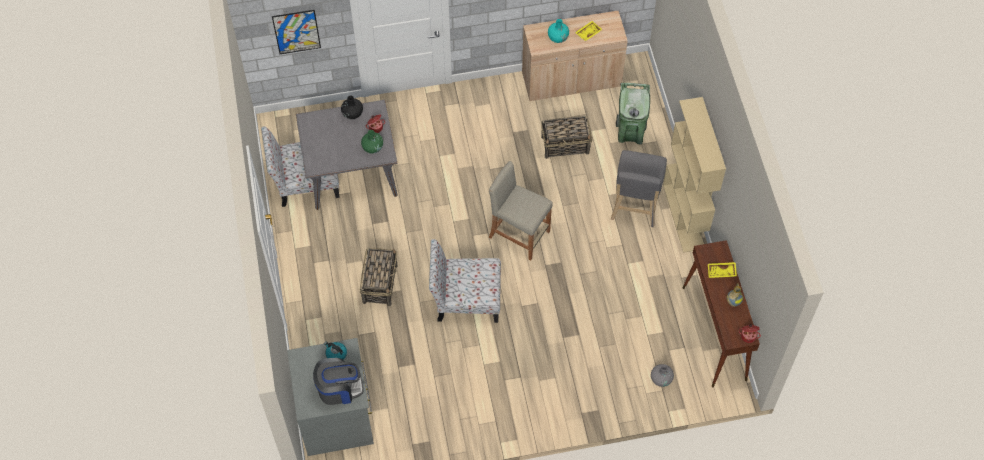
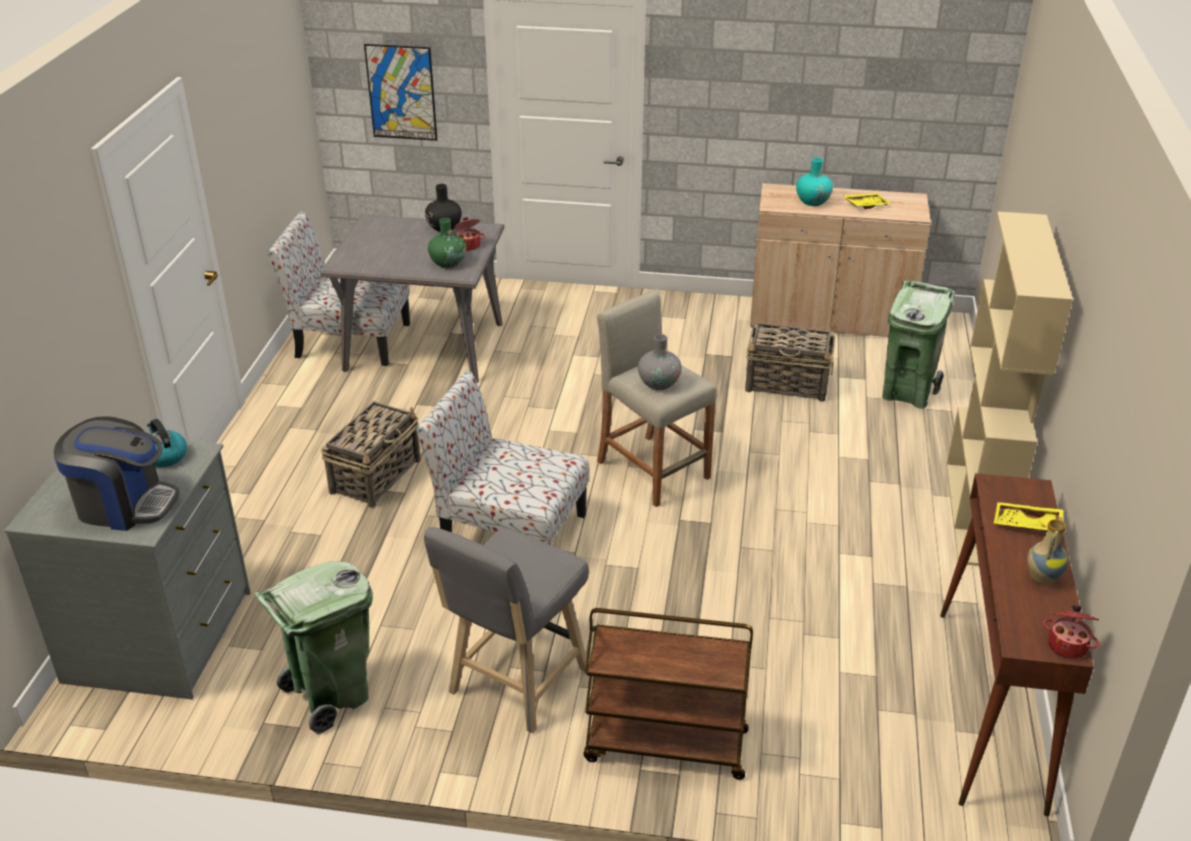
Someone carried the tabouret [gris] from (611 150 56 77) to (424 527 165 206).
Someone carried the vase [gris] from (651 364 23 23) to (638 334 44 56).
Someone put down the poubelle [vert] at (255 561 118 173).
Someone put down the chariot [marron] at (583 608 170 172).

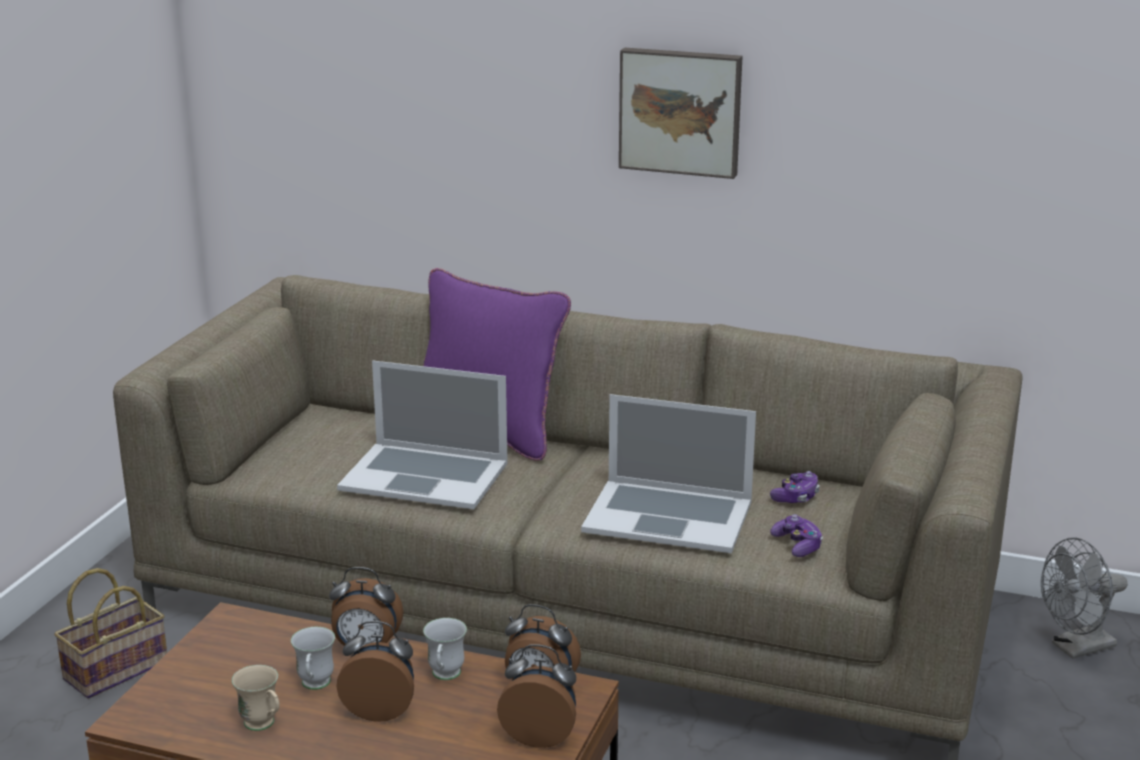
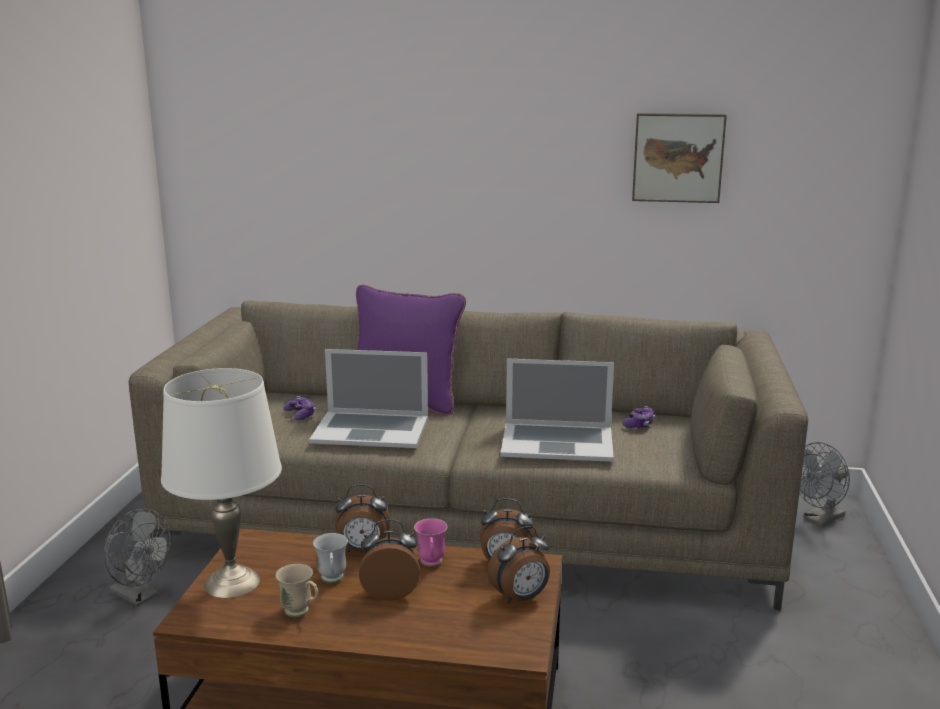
Someone carried the tableau from (619 48 123 131) to (632 113 95 90).
Someone carried the manette from (770 514 53 43) to (283 396 33 24).
Someone swapped the panier at (54 568 113 131) for the ventilateur [gris] at (104 509 67 97).
Someone repainted the mug [blanc] at (423 618 44 62), which became the mug [rose] at (414 518 34 49).
Someone rotated the réveil at (497 644 79 104) by 150 degrees clockwise.
Someone put down the lampe de table [blanc] at (161 368 121 230).

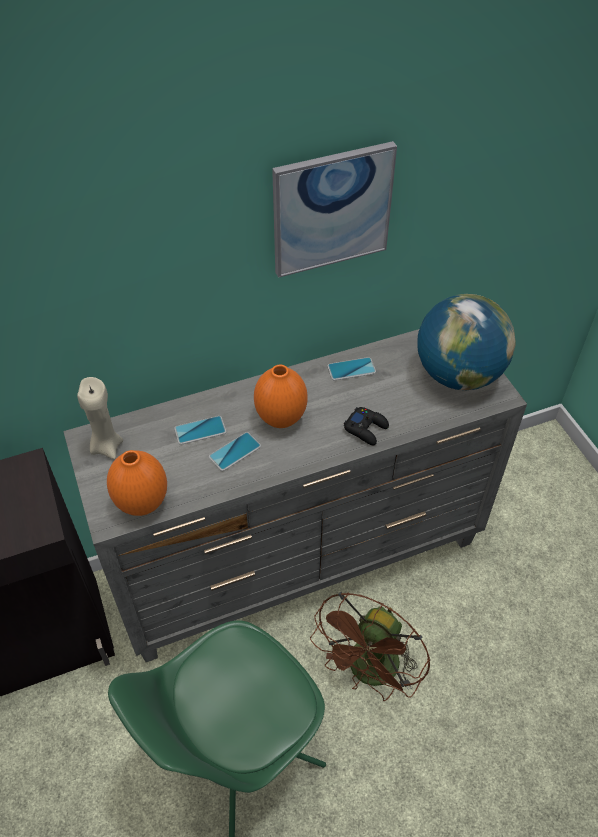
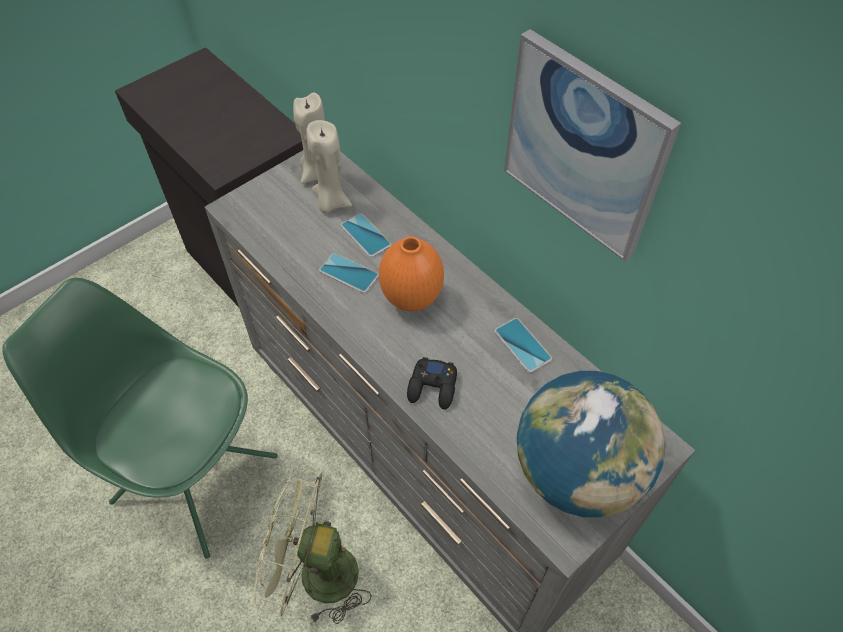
Someone took away the vase [orange] at (107 450 60 66).
Someone repainted the ventilateur [marron] at (310 592 120 109), which became the ventilateur [vert] at (254 468 118 156).
Someone put down the bougie [beige] at (306 120 46 93).

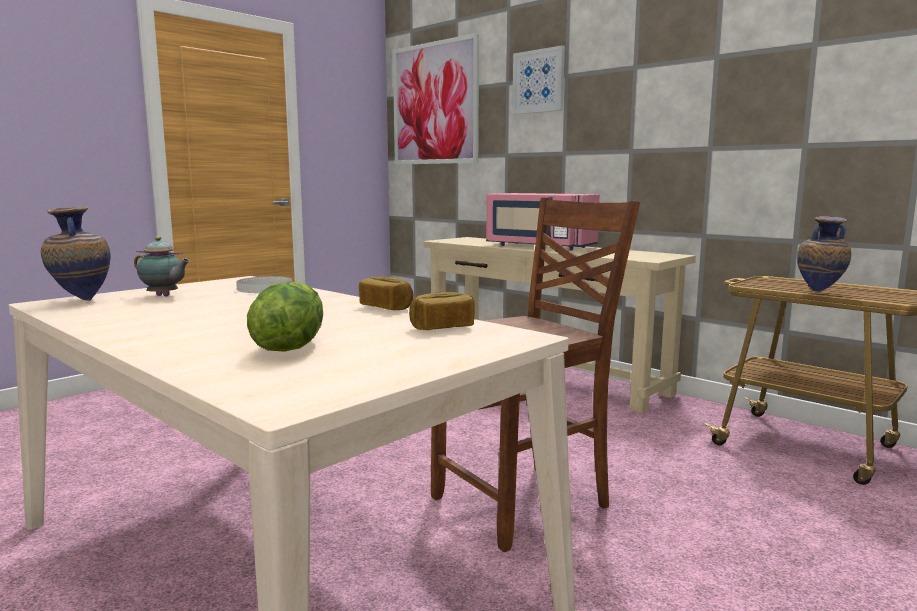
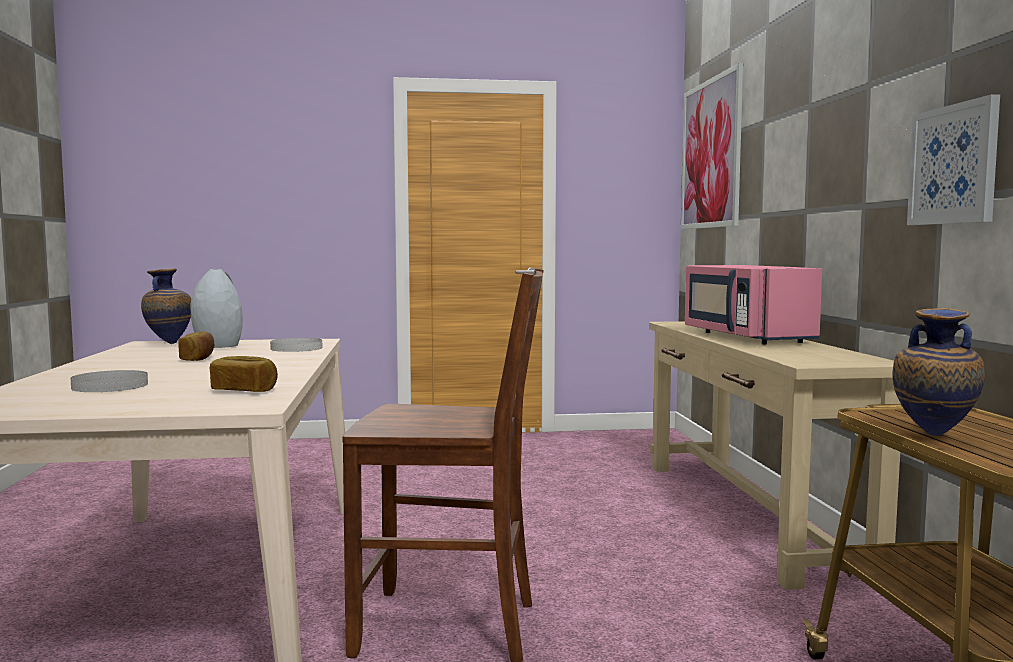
Someone carried the tableau from (512 45 53 69) to (907 94 93 131).
Someone swapped the théière at (134 236 56 60) for the vase [gris] at (190 269 53 79).
Someone carried the pain from (359 277 54 33) to (179 331 35 30).
Someone swapped the laitue at (247 282 76 70) for the assiette [blanc] at (71 370 77 22).

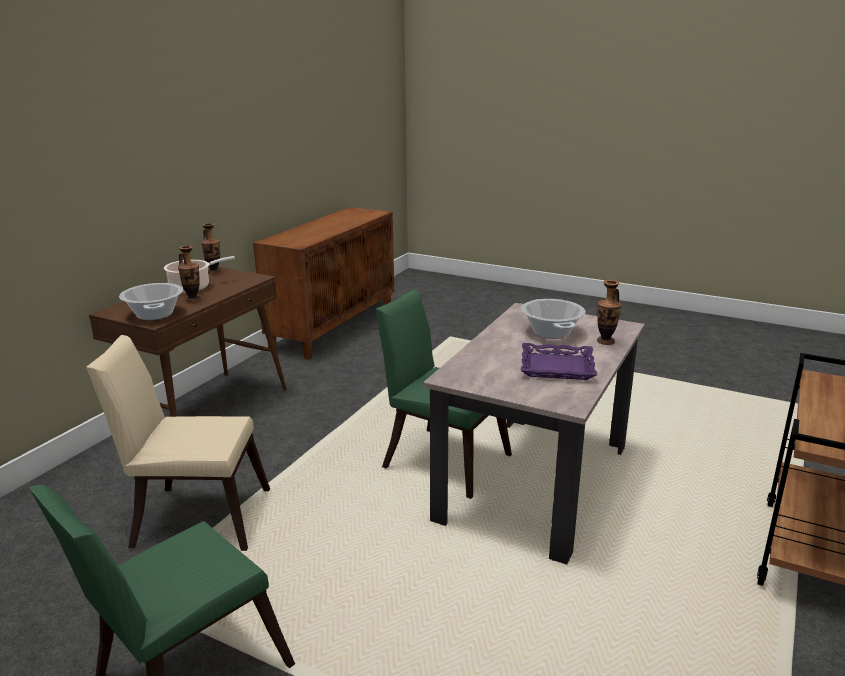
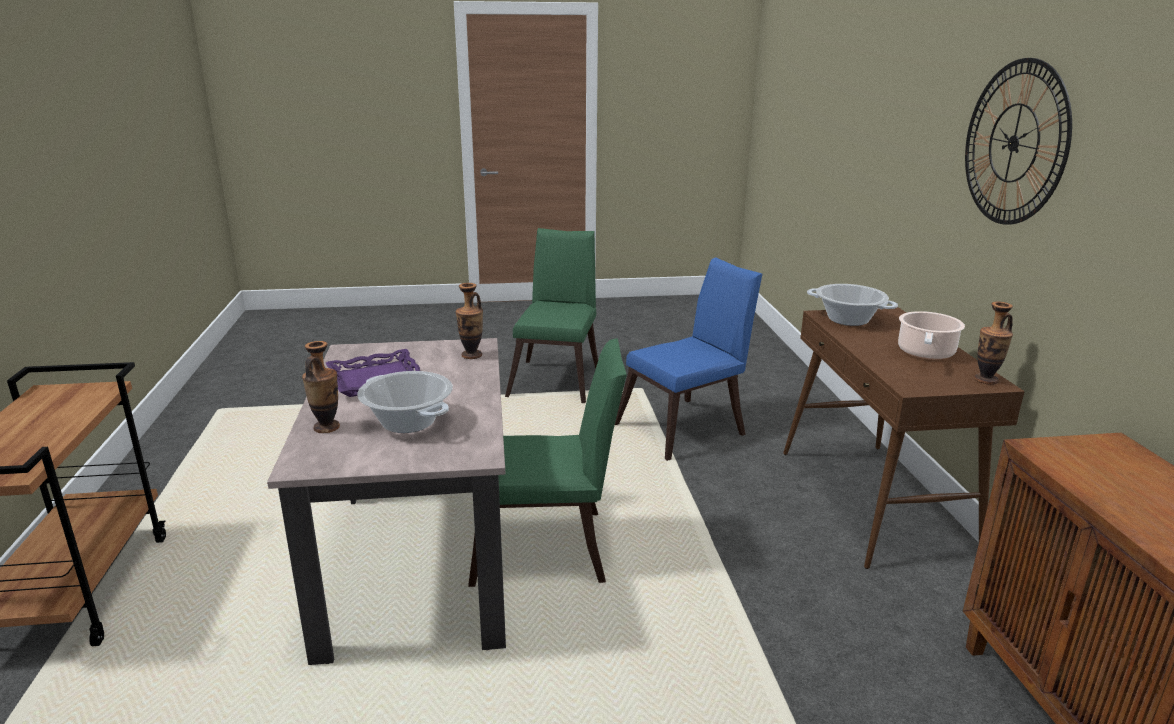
Someone carried the vase from (178 246 23 56) to (456 283 27 76).
Someone repainted the chaise [beige] at (86 335 184 216), which became the chaise [bleu] at (615 258 147 203).
Someone put up the horloge murale at (965 58 107 167).

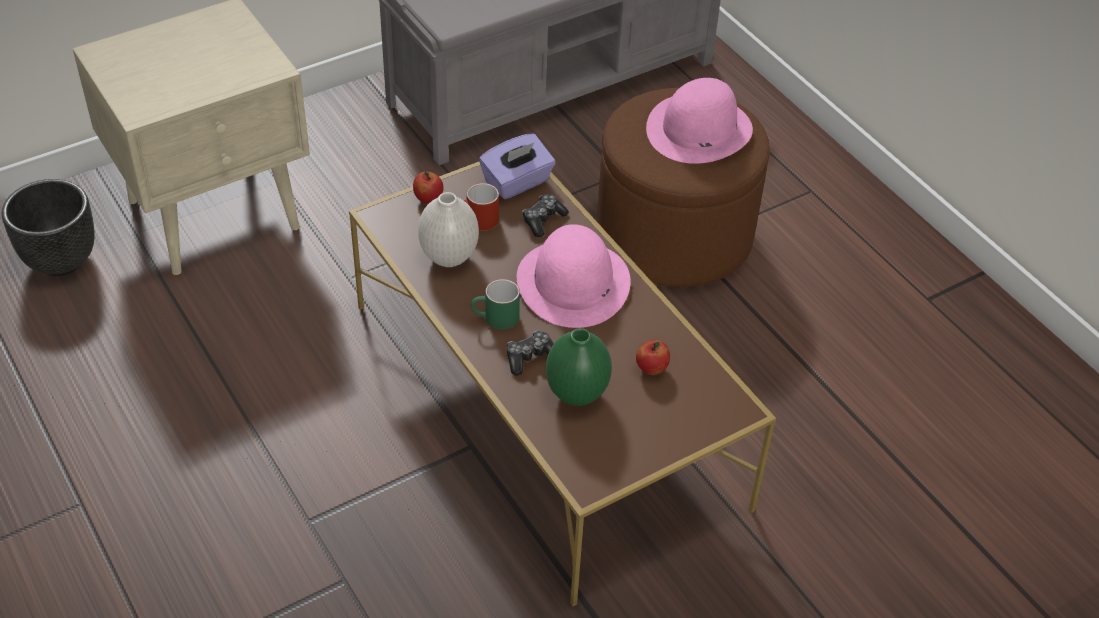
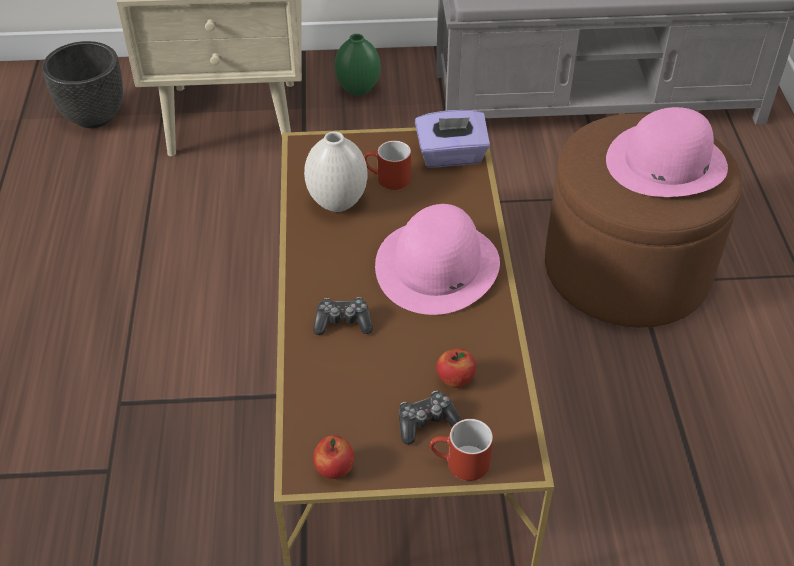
Someone carried the pomme from (413 171 31 33) to (313 435 41 44).
Someone carried the manette from (522 194 47 43) to (399 391 63 54).
Someone took away the mug [vert] at (470 279 50 51).
Someone carried the vase [vert] from (546 328 66 78) to (335 34 45 62).
Someone put down the mug [rouge] at (430 419 63 62).

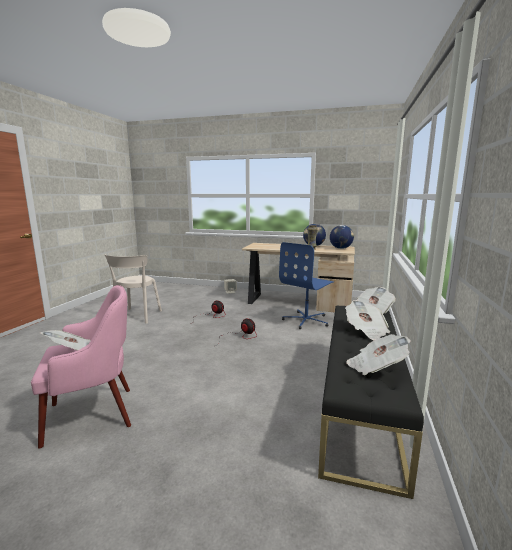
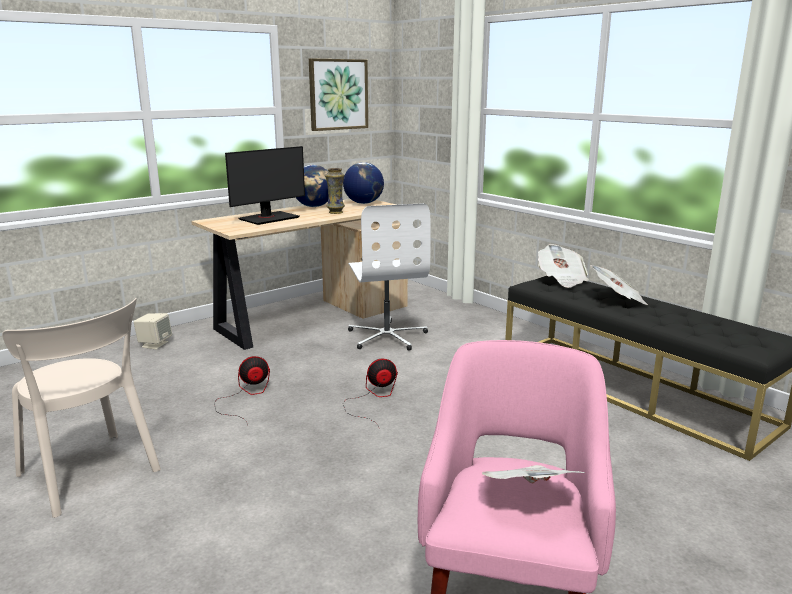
Someone repainted the chaise de bureau [bleu] at (279 242 55 87), which became the chaise de bureau [blanc] at (348 203 82 148).
Someone took away the journal at (346 334 65 41).
Someone put up the tableau at (309 58 59 73).
Someone put down the écran d'ordinateur at (225 146 80 79).

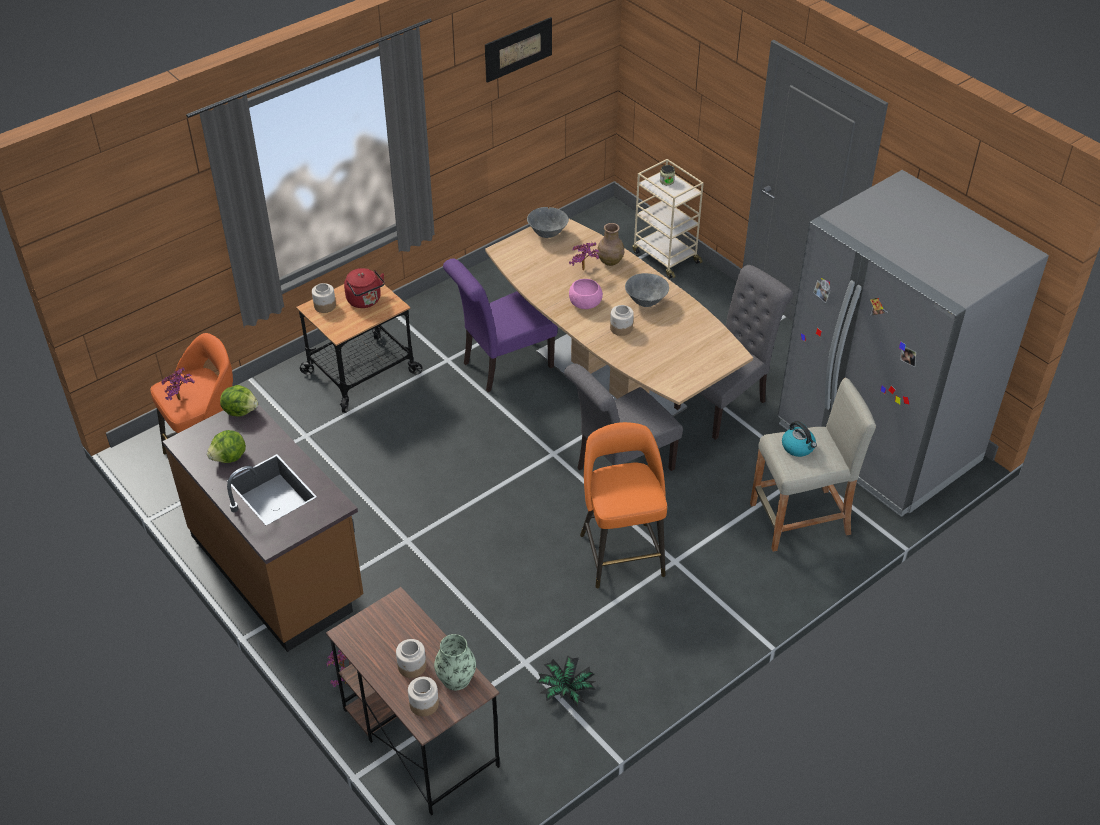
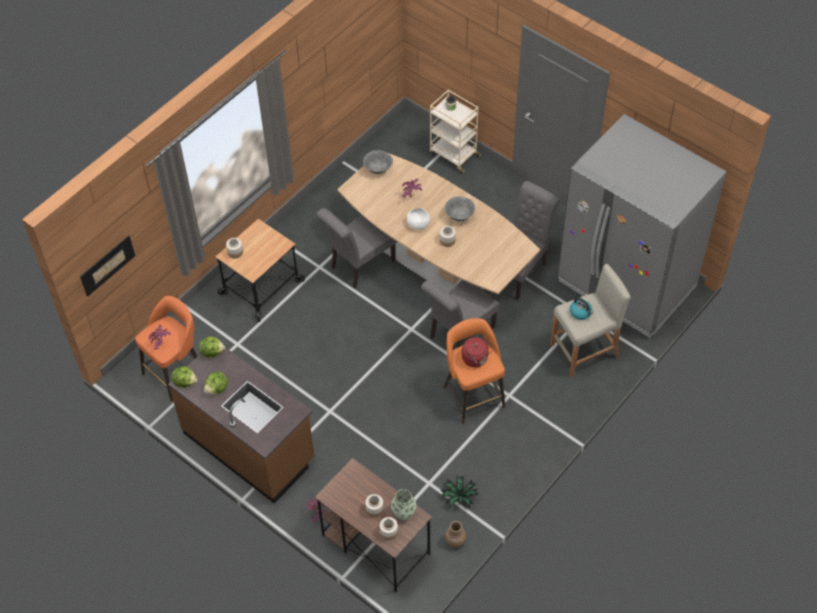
Someone carried the tableau from (485 17 67 66) to (80 235 55 62).
Someone carried the vase [marron] from (597 223 27 43) to (445 521 21 27).
Someone repainted the chaise [violet] at (443 258 115 134), which became the chaise [gris] at (317 208 80 81).
Someone carried the bouilloire [rouge] from (344 268 41 40) to (462 337 32 30).
Someone repainted the bol [rose] at (569 279 34 30), which became the bol [blanc] at (407 208 23 22).
Someone put down the laitue at (172 366 25 22).

